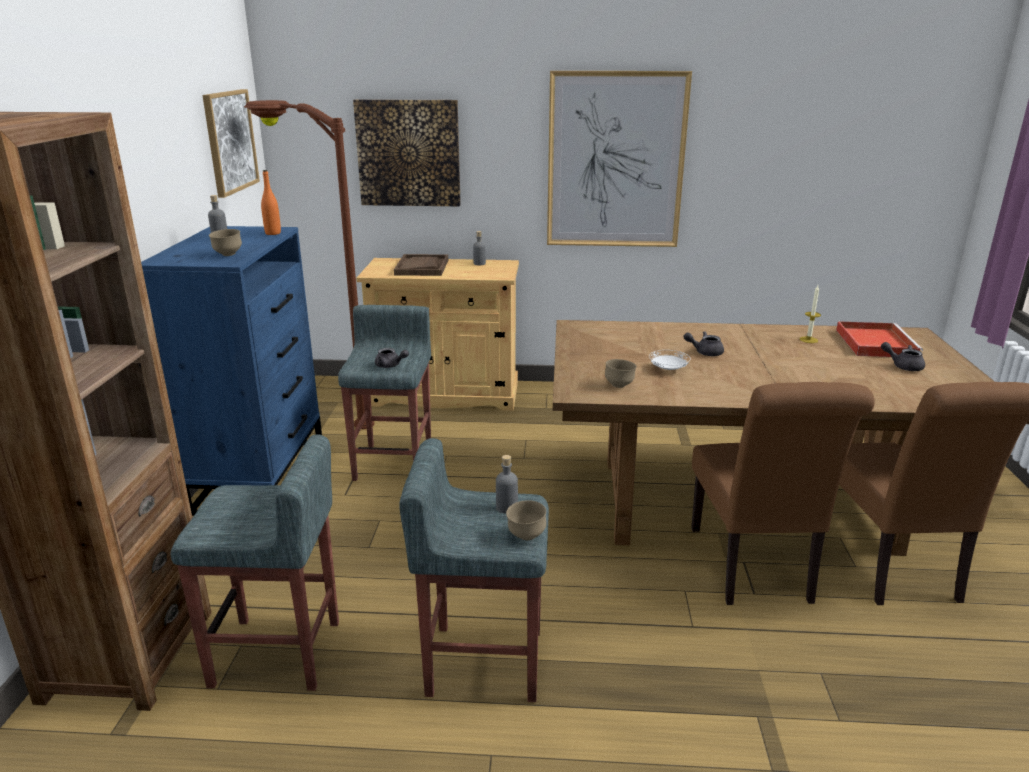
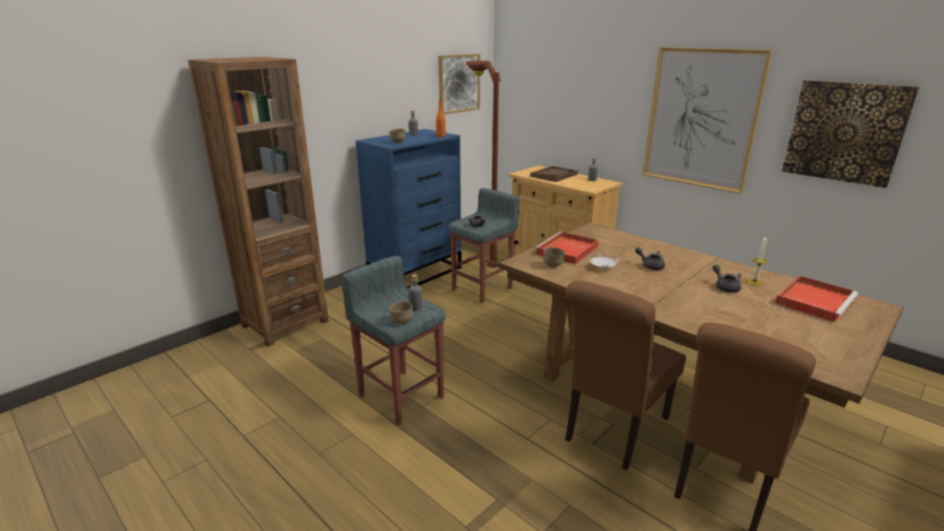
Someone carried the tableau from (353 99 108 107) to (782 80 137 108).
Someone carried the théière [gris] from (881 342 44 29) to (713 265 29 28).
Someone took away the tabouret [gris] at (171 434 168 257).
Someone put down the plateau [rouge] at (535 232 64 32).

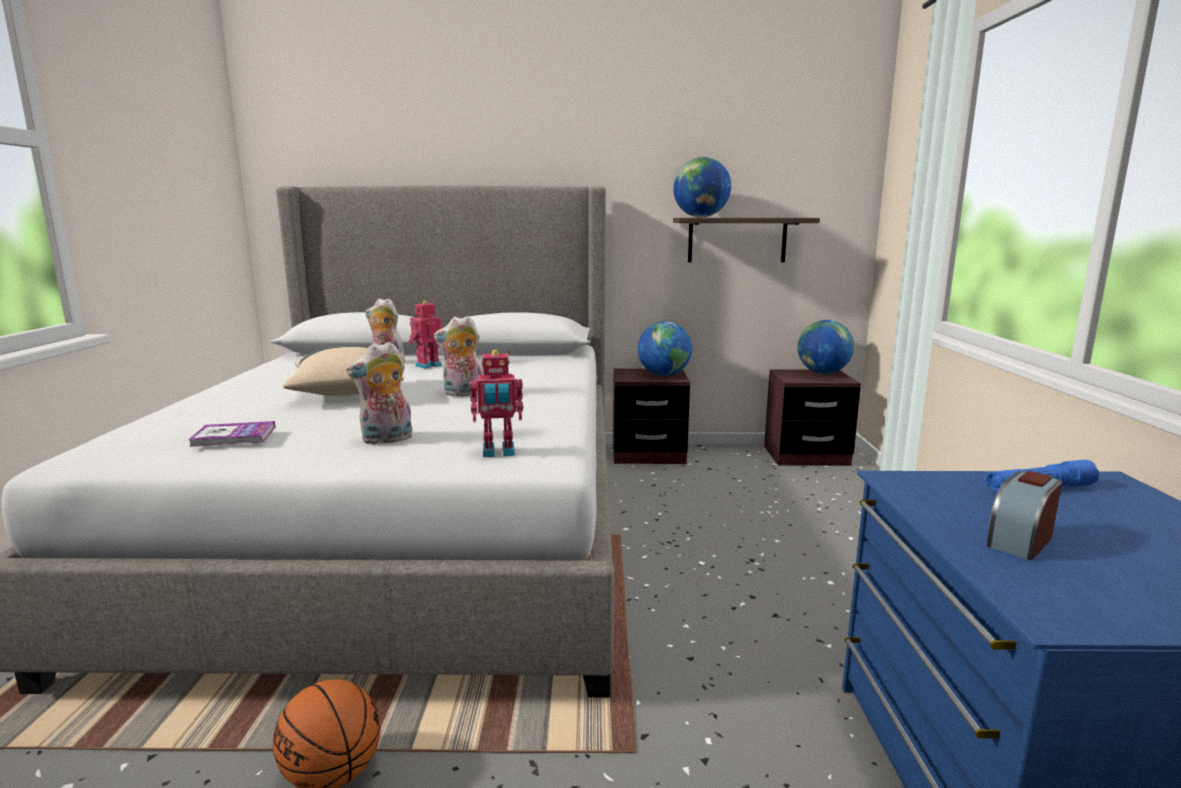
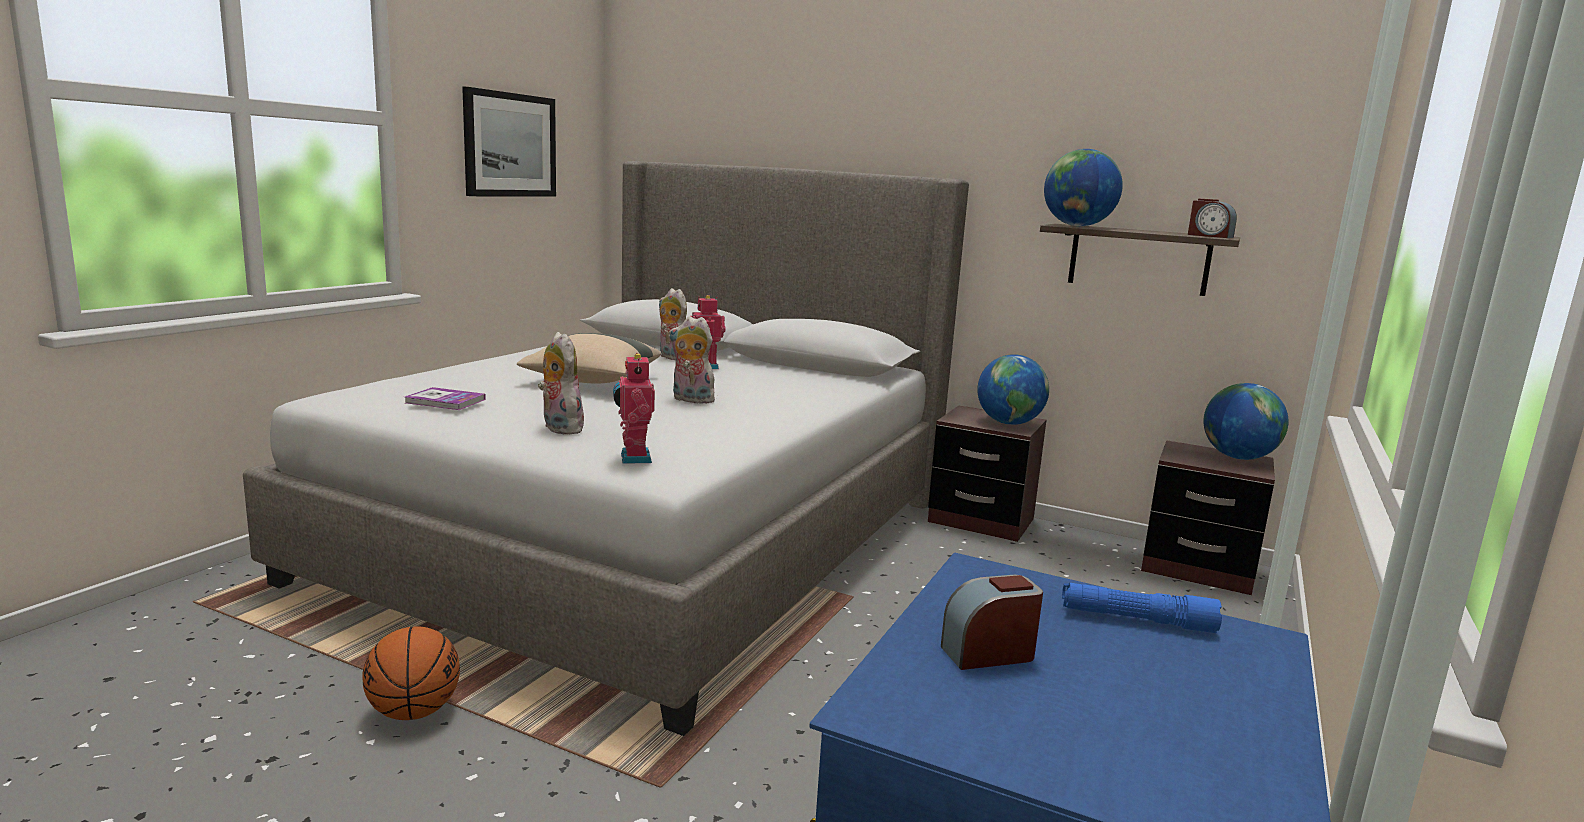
Someone rotated the peluche at (346 342 67 103) by 60 degrees clockwise.
Someone rotated the robot jouet at (470 350 53 107) by 60 degrees clockwise.
Someone put up the tableau at (462 87 94 110).
Someone put down the réveil at (1188 199 49 39).

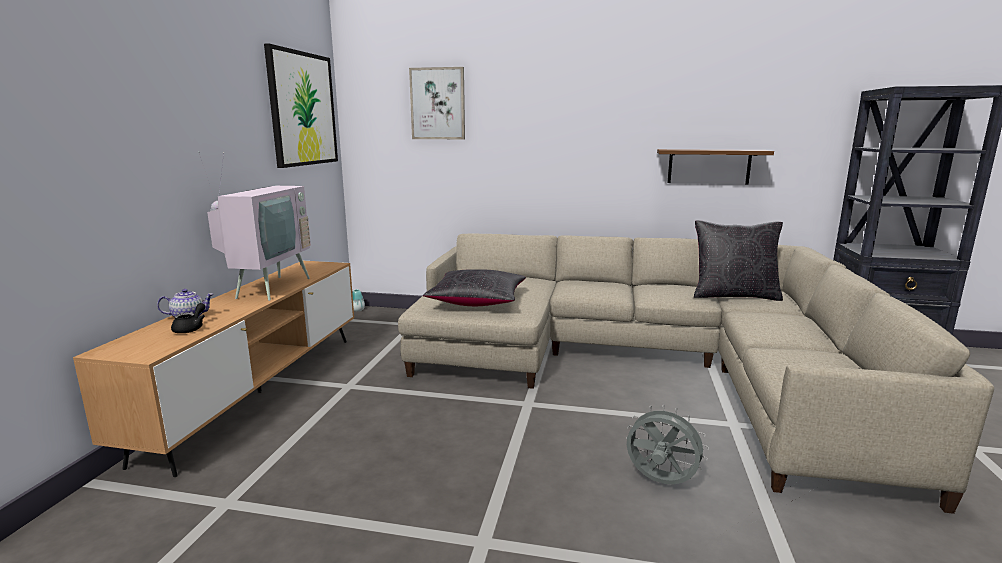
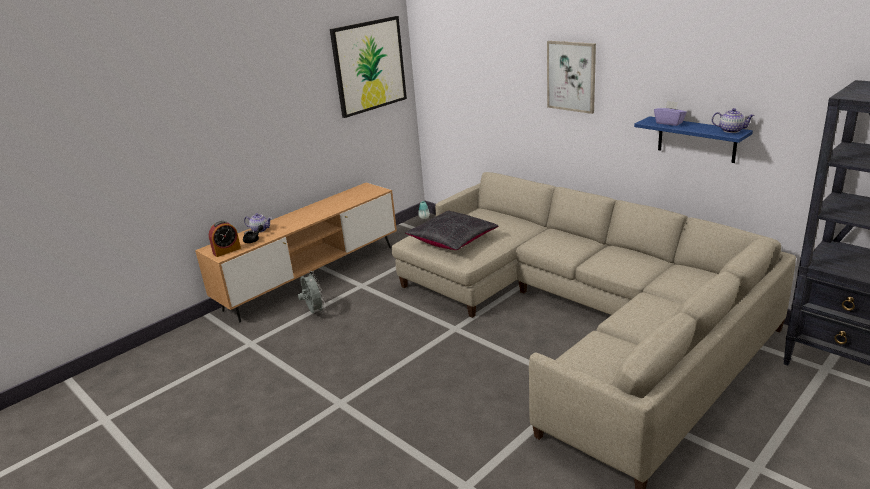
Someone carried the tableau from (409 67 56 72) to (547 41 49 73).
Someone repainted the étagère [marron] at (657 149 117 36), which became the étagère [bleu] at (634 116 119 47).
Someone took away the téléviseur at (198 151 113 150).
Someone took away the coussin [noir] at (694 220 89 81).
Someone carried the ventilateur [gris] from (626 405 83 79) to (298 271 27 43).
Someone put down the boîte à mouchoirs [violet] at (654 101 33 25).
Someone put down the théière at (712 108 43 25).
Someone put down the réveil at (209 221 32 36).

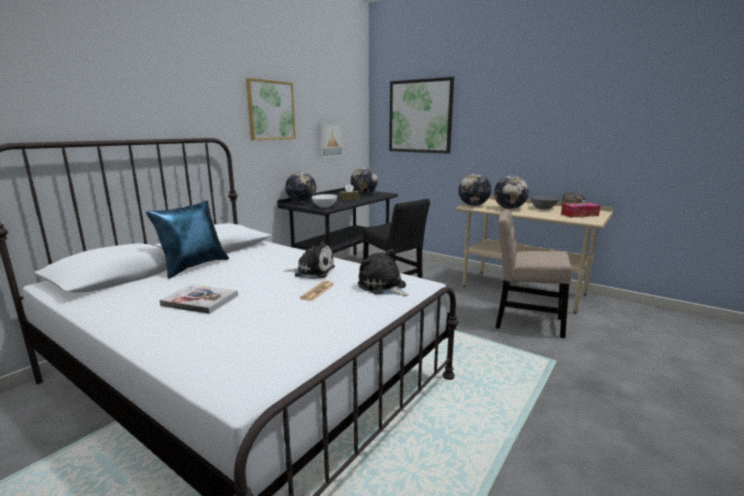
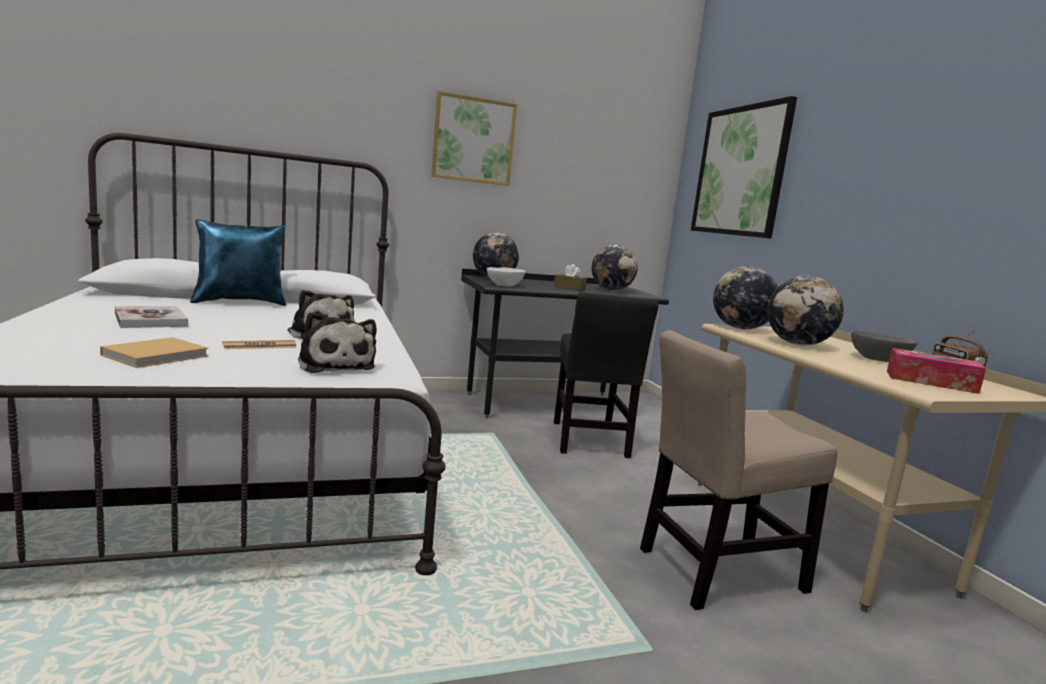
Someone took away the tableau at (318 123 25 35).
Someone rotated the chaise [beige] at (495 209 77 129) by 75 degrees counterclockwise.
Someone rotated the peluche at (358 249 50 47) by 150 degrees clockwise.
Someone put down the livre [beige] at (100 337 109 31).

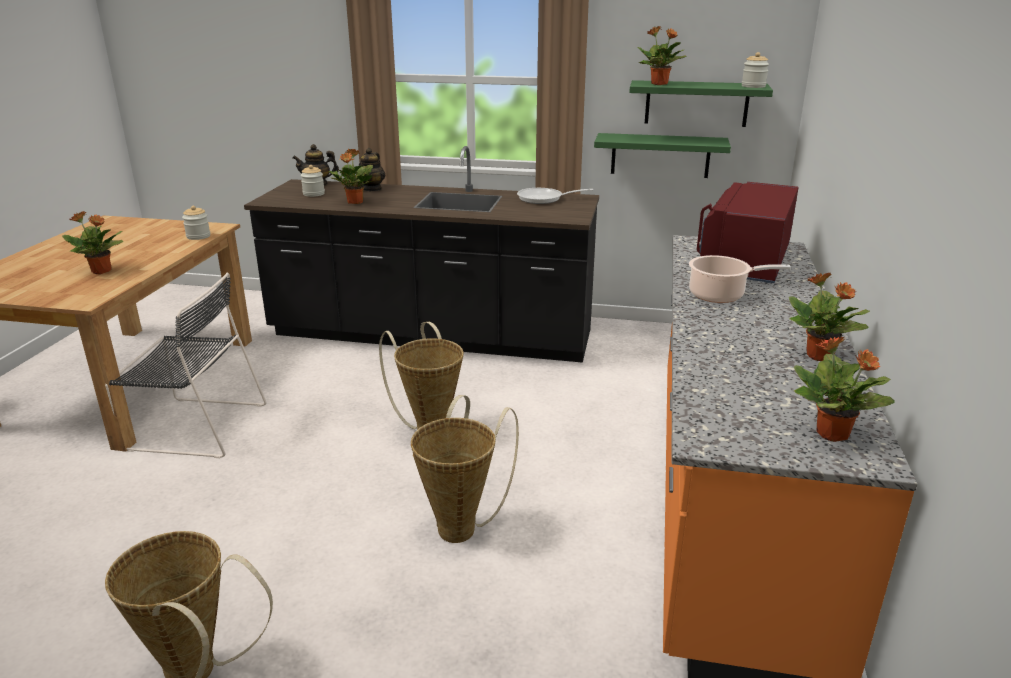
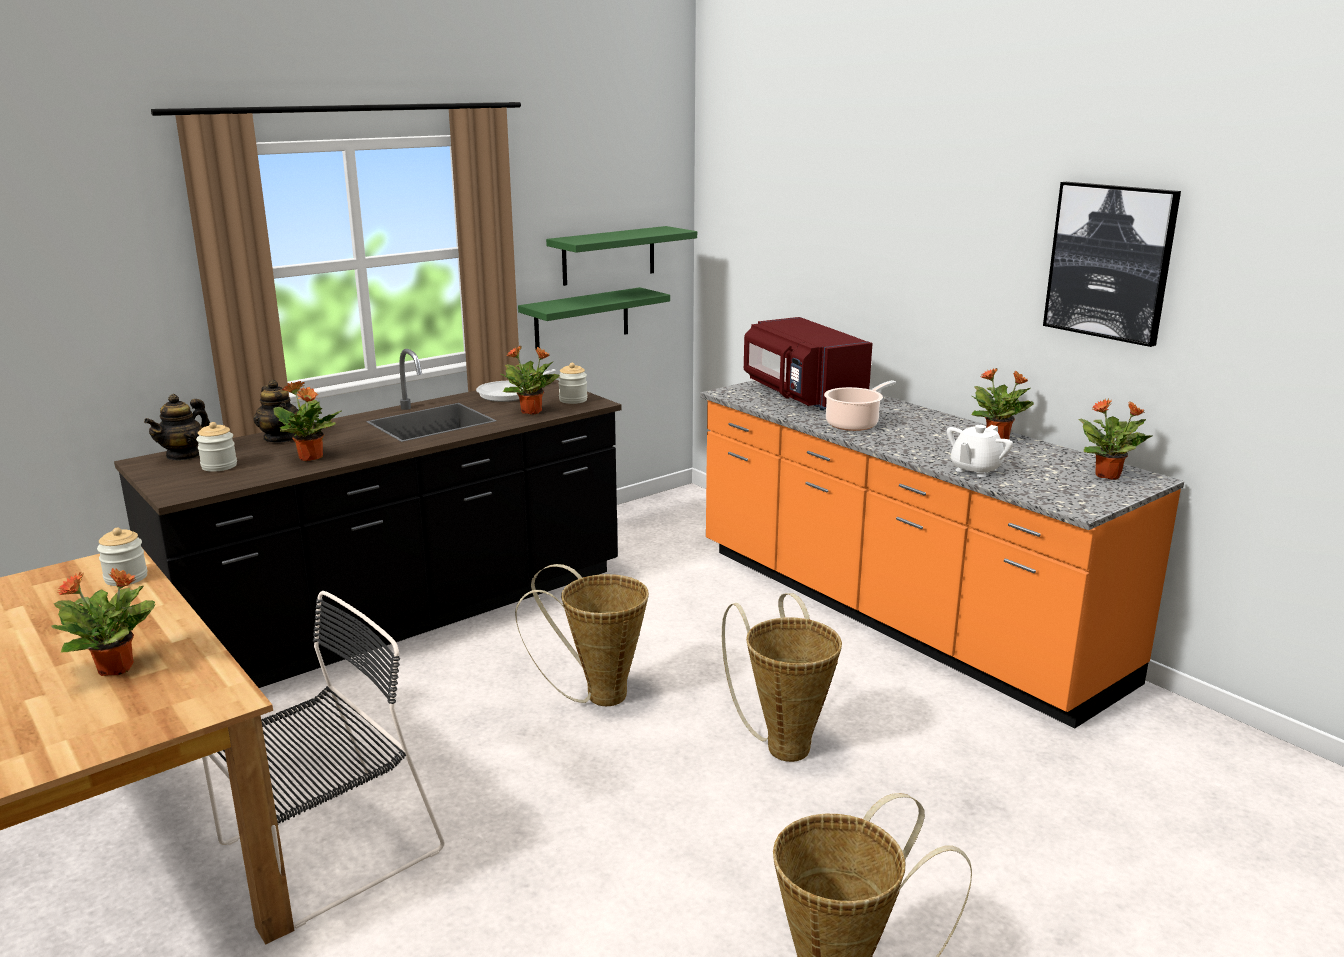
Someone carried the plante en pot from (637 26 50 59) to (500 345 59 70).
Someone carried the bocal from (742 52 27 36) to (558 363 29 41).
Someone put up the tableau at (1043 182 138 165).
Someone put down the théière [blanc] at (947 425 66 52).

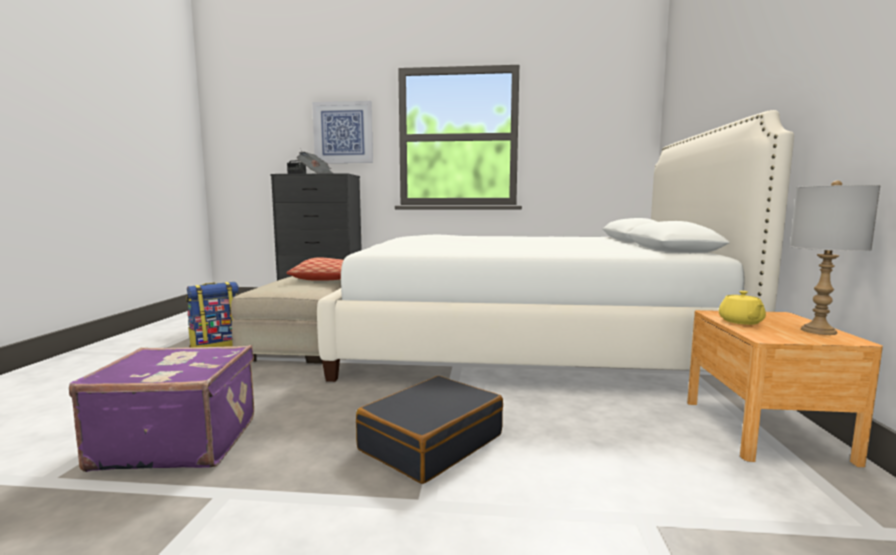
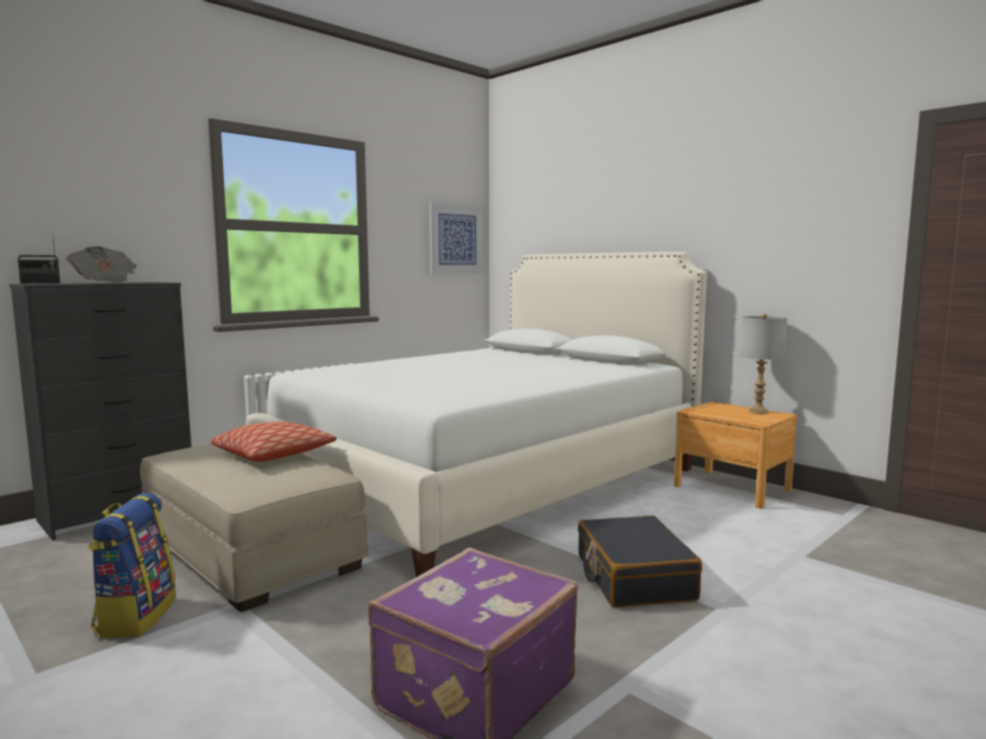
Someone carried the tableau from (312 101 61 62) to (429 202 54 72).
Someone took away the théière [jaune] at (719 291 47 34).

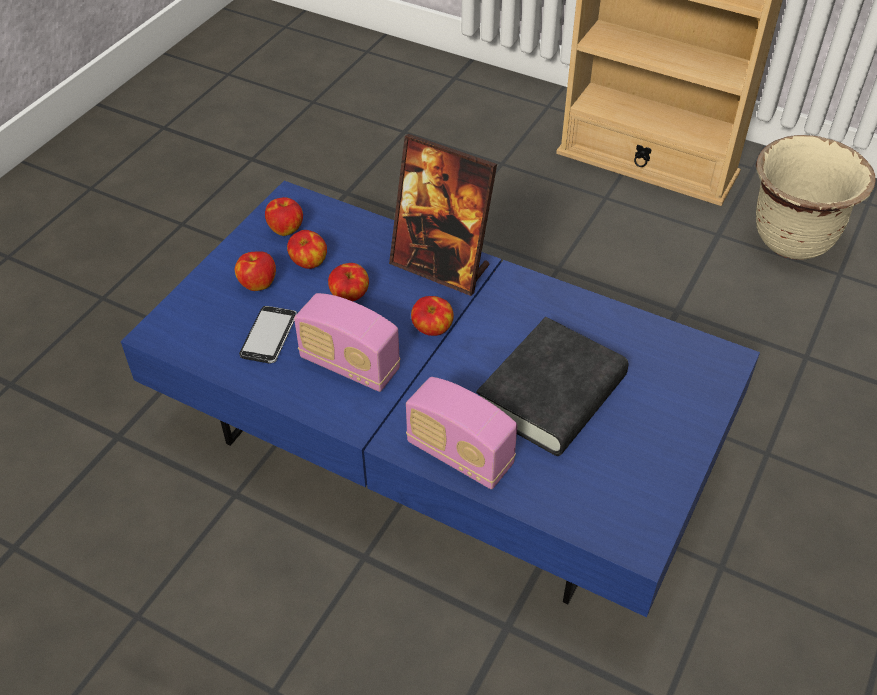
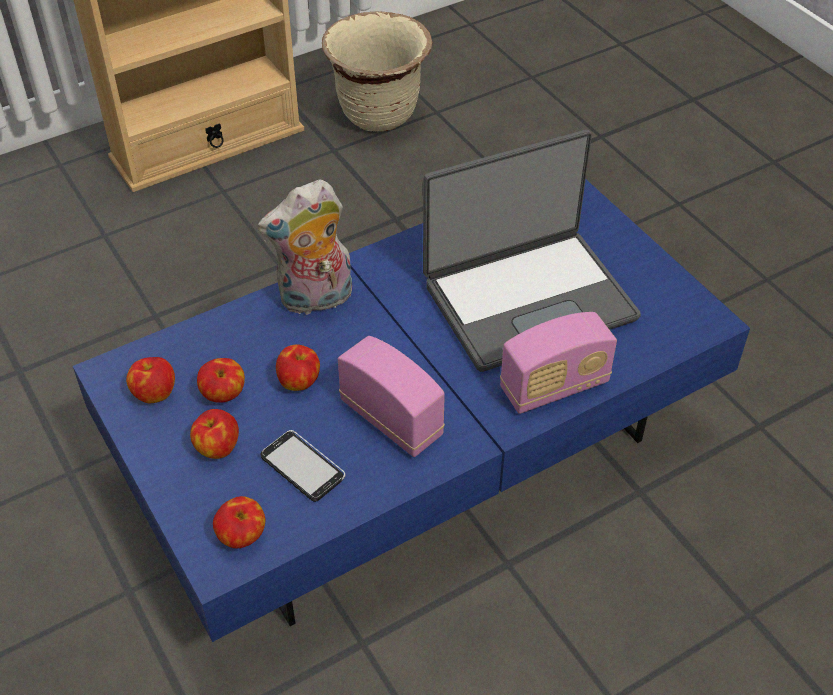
Someone swapped the cadre photo at (389 134 108 162) for the peluche at (257 179 95 136).
Someone rotated the radio at (294 293 106 99) by 105 degrees counterclockwise.
Someone carried the pomme from (411 296 43 40) to (213 496 52 52).
Someone swapped the livre [noir] at (476 317 153 139) for the ordinateur portable at (423 130 218 242).

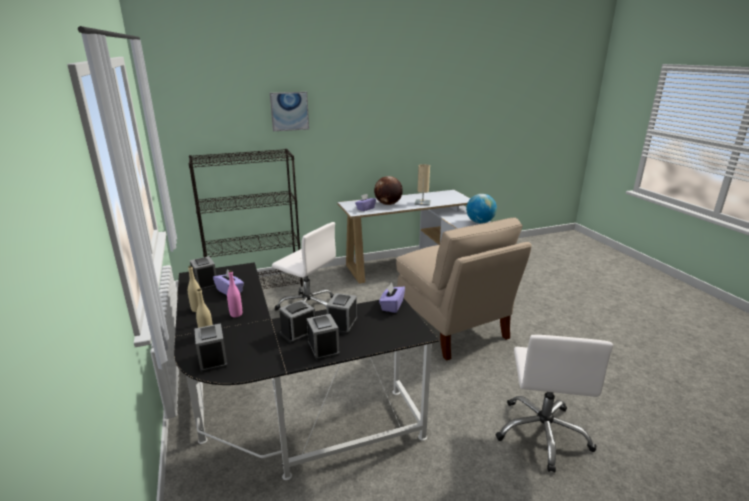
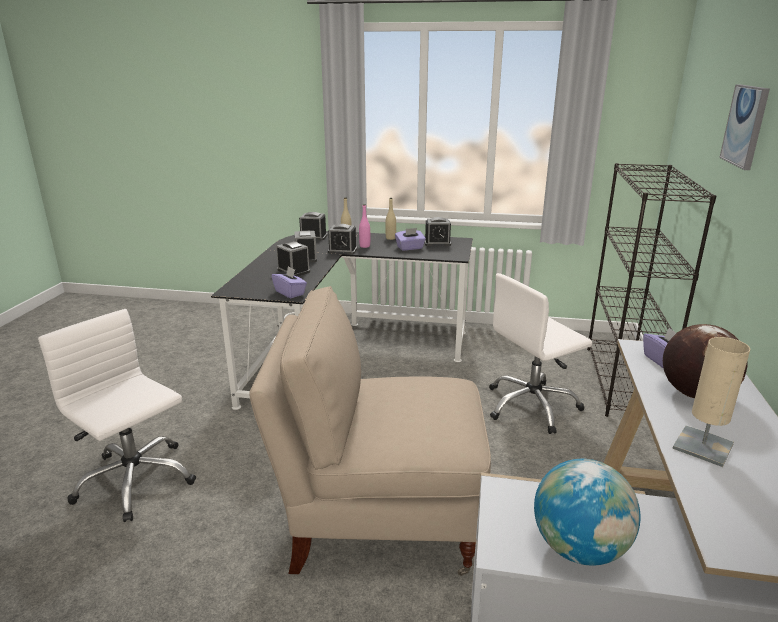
Someone carried the réveil from (307 314 33 47) to (328 224 29 30).

